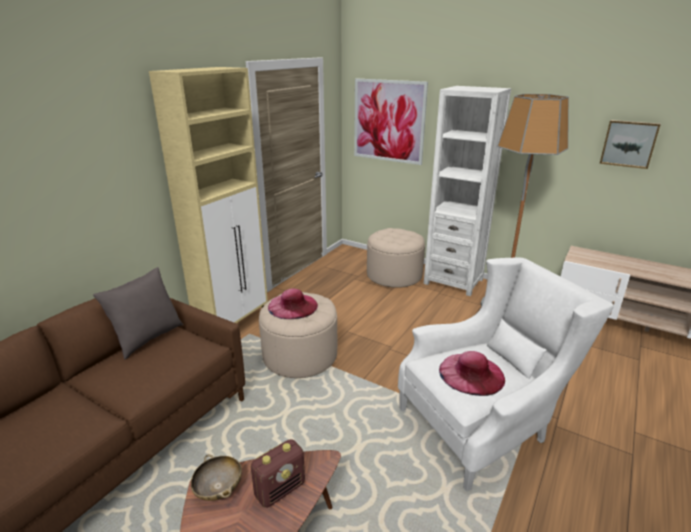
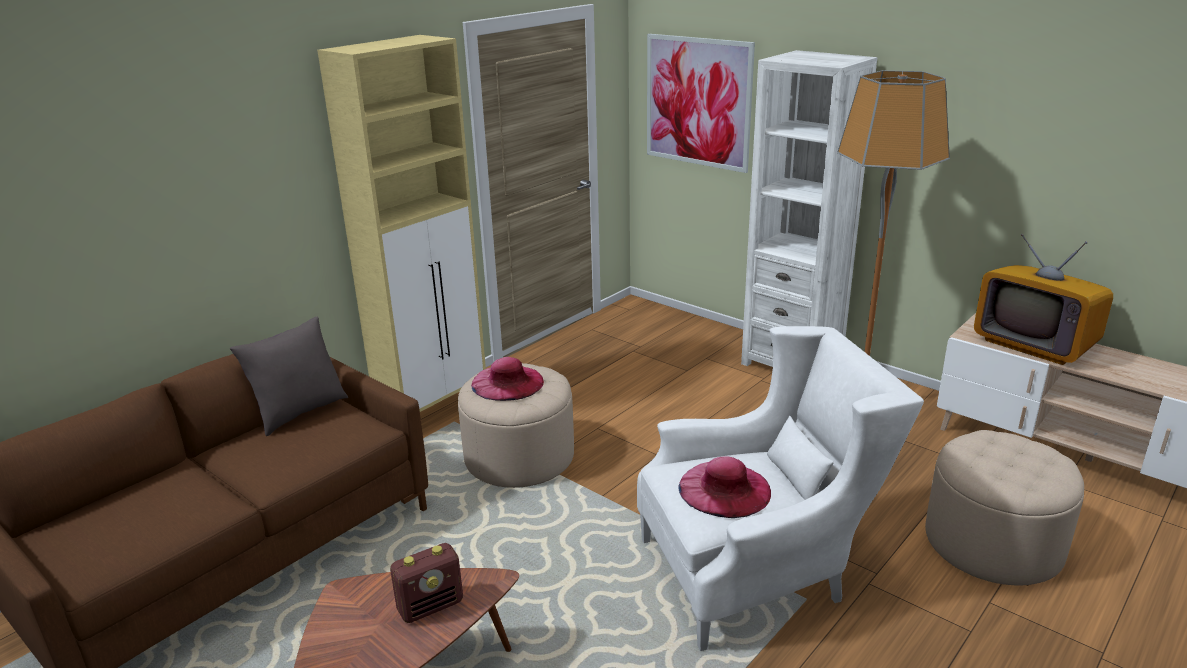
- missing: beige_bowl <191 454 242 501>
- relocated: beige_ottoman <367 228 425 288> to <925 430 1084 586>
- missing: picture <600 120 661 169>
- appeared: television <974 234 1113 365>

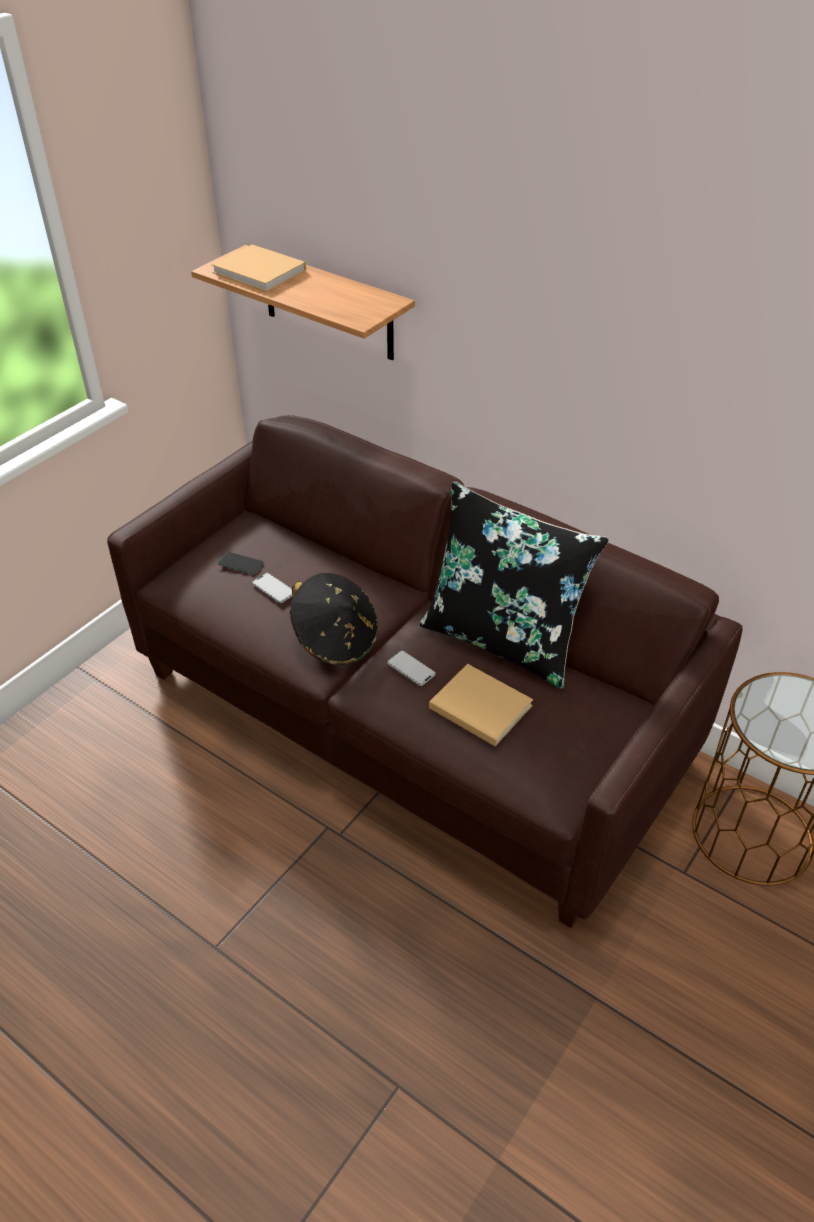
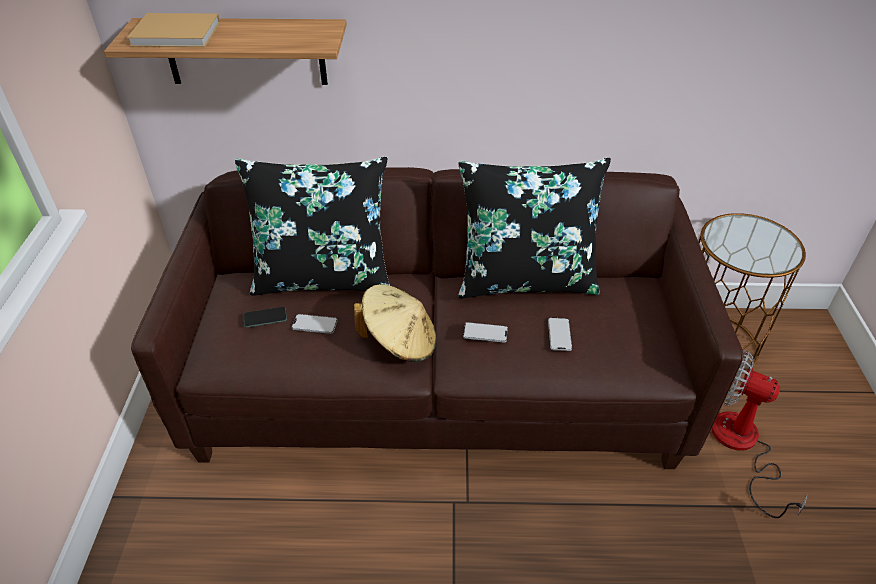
- colour: black_hat <290 573 378 665> to beige_hat <354 284 436 362>
- exchanged: beige_book <429 664 533 746> to phone <548 318 572 351>
- appeared: black_pillow <235 157 390 296>
- appeared: fan <711 351 808 518>

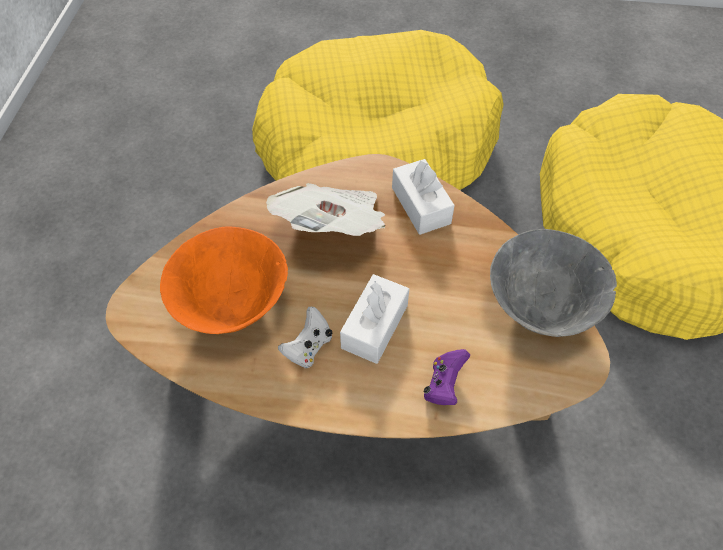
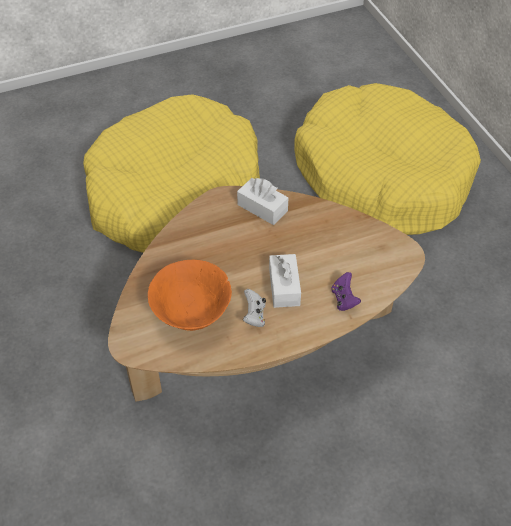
- missing: newspaper <266 183 386 236>
- missing: grey_bowl <490 229 617 337>

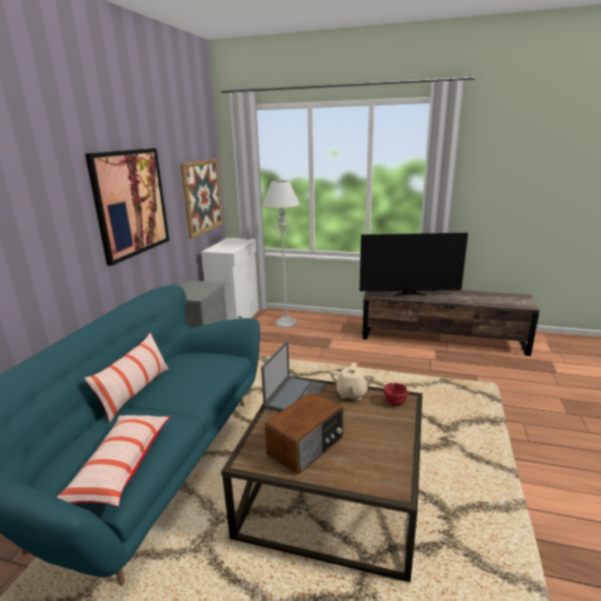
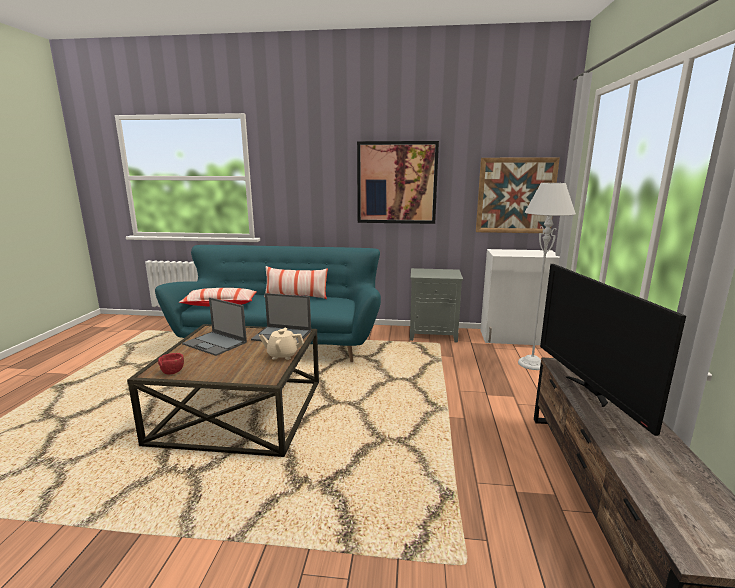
- exchanged: radio <265 392 343 474> to laptop <182 297 247 356>
- relocated: red_bowl <384 383 408 406> to <158 353 184 374>

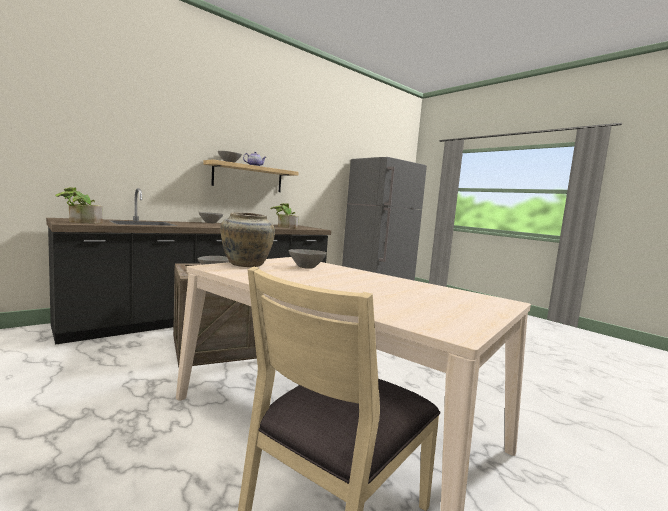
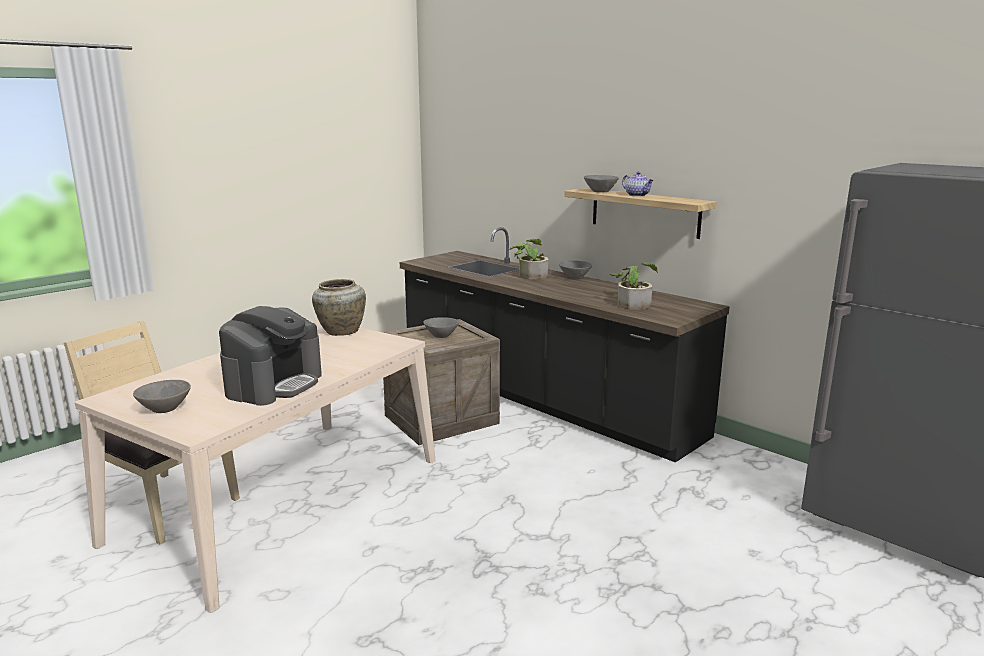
- relocated: potted_plant <55 187 103 224> to <509 239 548 280>
- relocated: grey_bowl <289 249 327 269> to <133 380 191 413>
- appeared: coffee_machine <219 306 322 406>

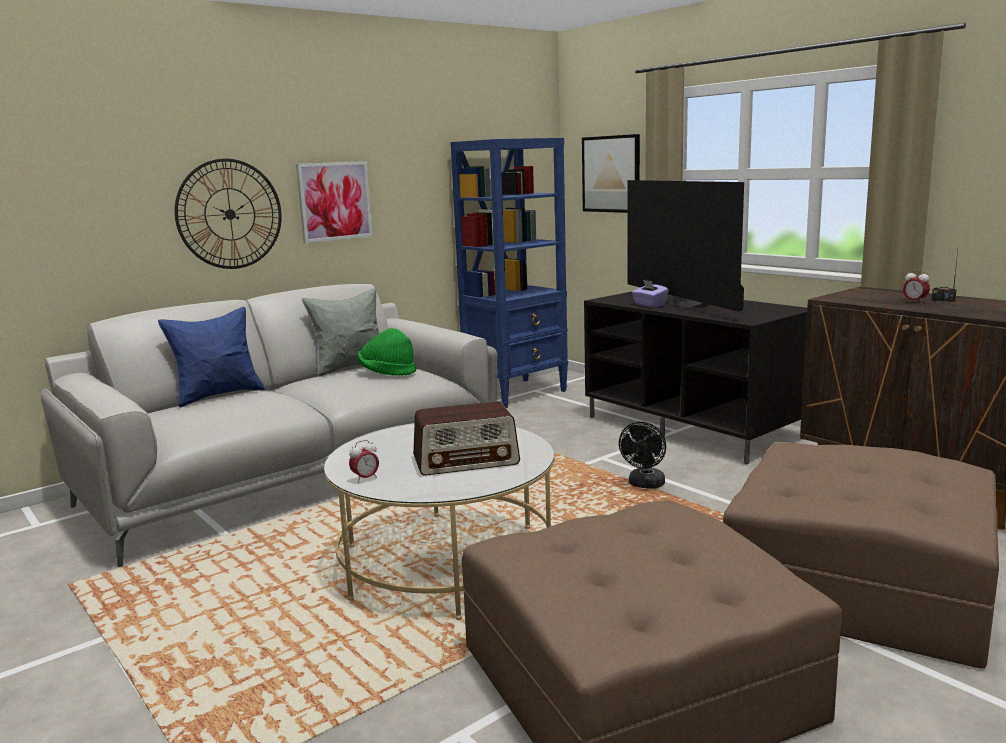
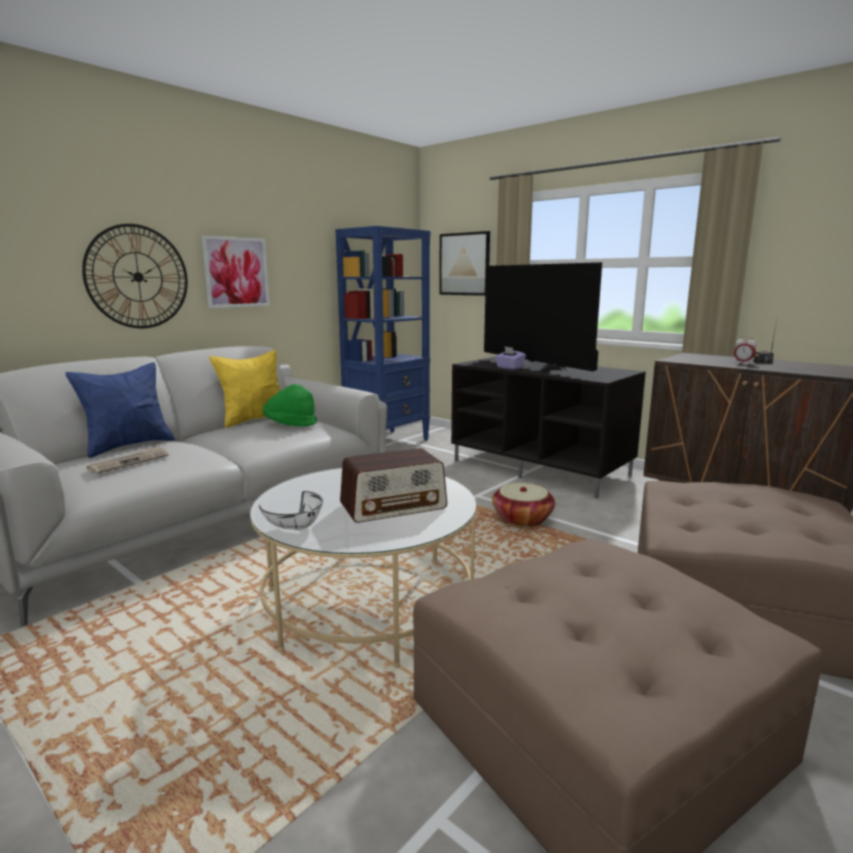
- colour: grey_pillow <302 289 380 377> to yellow_pillow <209 350 280 428>
- exchanged: alarm_clock <349 440 379 483> to white_bowl <259 491 323 530>
- exchanged: black_fan <619 422 666 488> to basket <492 483 555 527>
- appeared: newspaper <87 446 169 474>

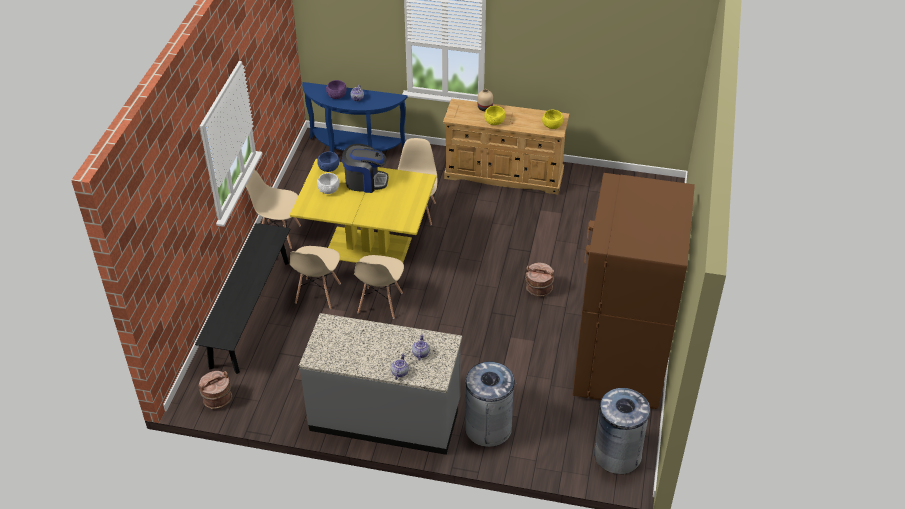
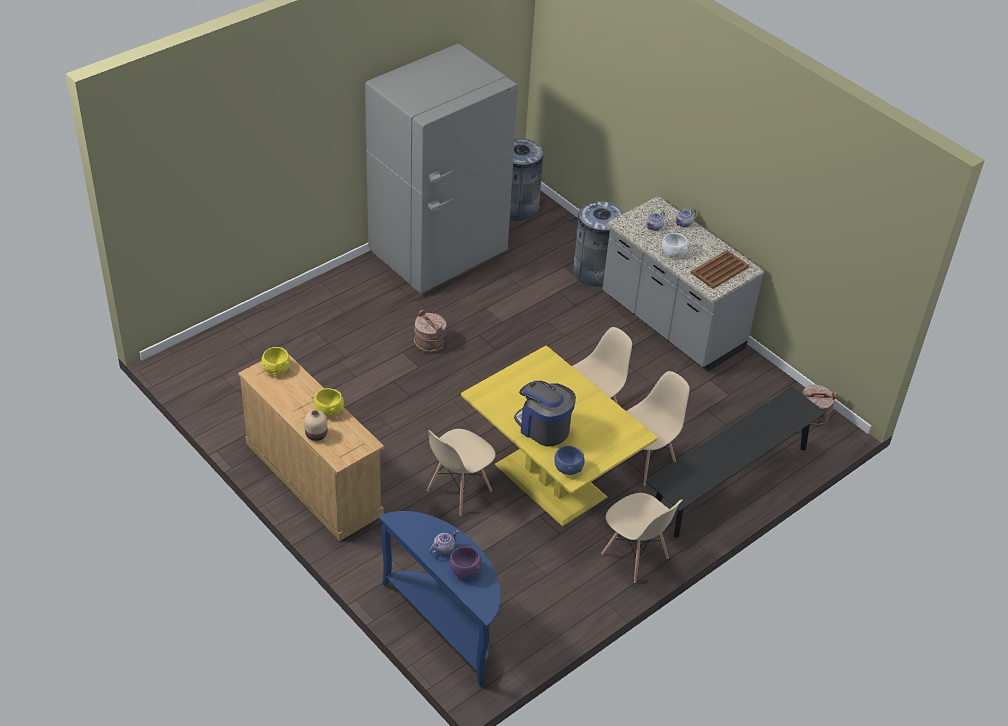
- relocated: white_bowl <317 173 339 194> to <662 233 688 258>
- colour: brown_fridge <572 173 695 409> to grey_fridge <365 44 518 294>
- appeared: brown_tray <691 250 749 289>

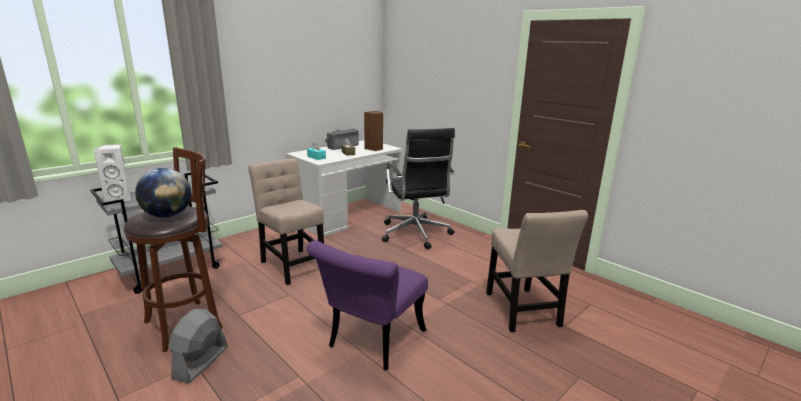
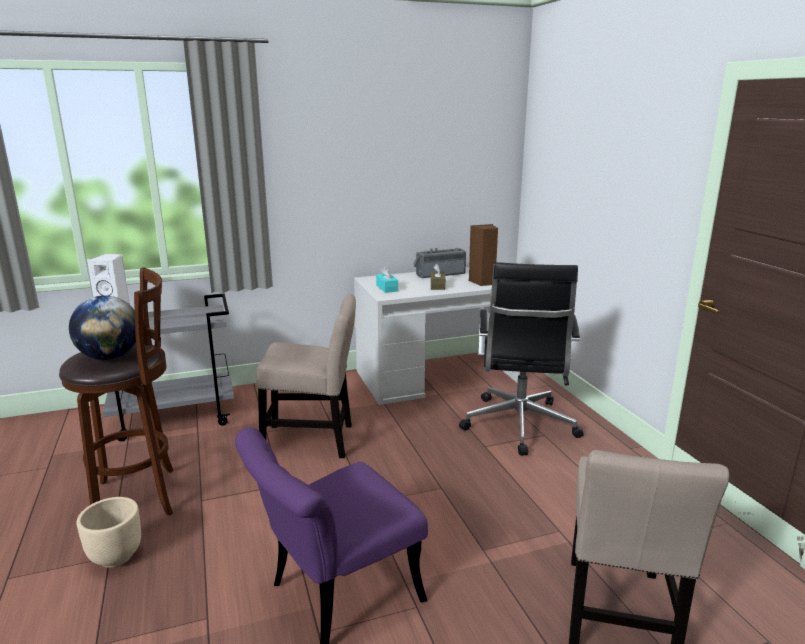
- exchanged: grey_fan <168 309 228 384> to beige_planter <77 497 141 568>
- spun: beige_chair <248 158 324 285> = <256 294 356 458> 105 degrees clockwise

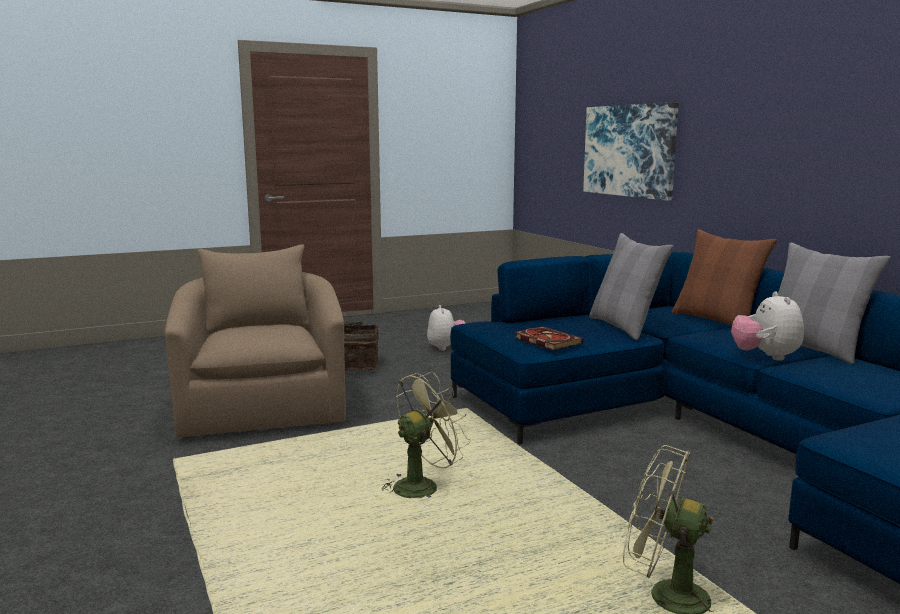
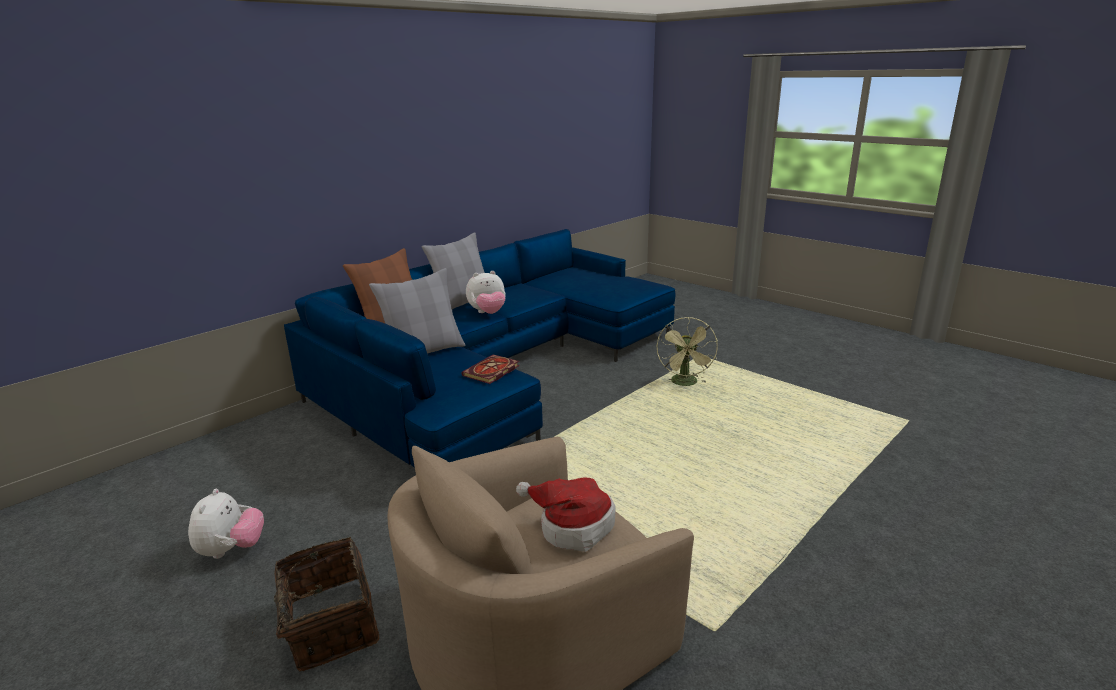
- missing: green_fan <382 371 471 498>
- spun: plush_toy <427 305 465 351> = <188 489 264 559> 120 degrees clockwise
- missing: picture <583 102 679 201>
- appeared: hat <516 477 615 552>

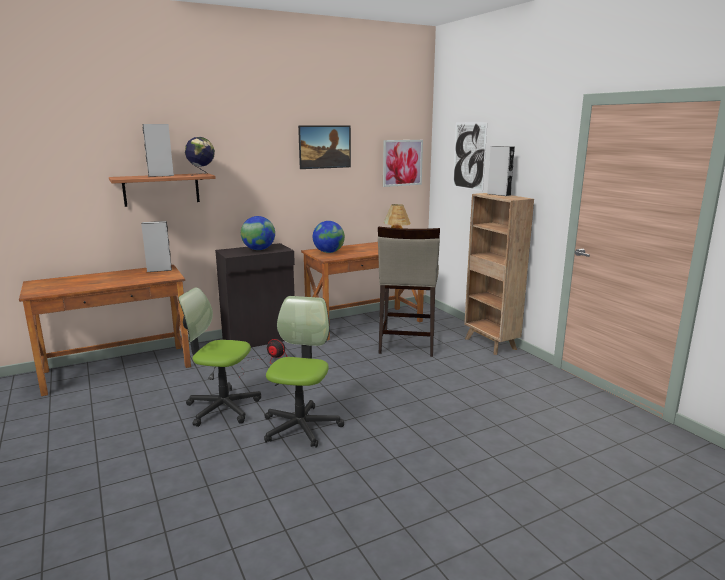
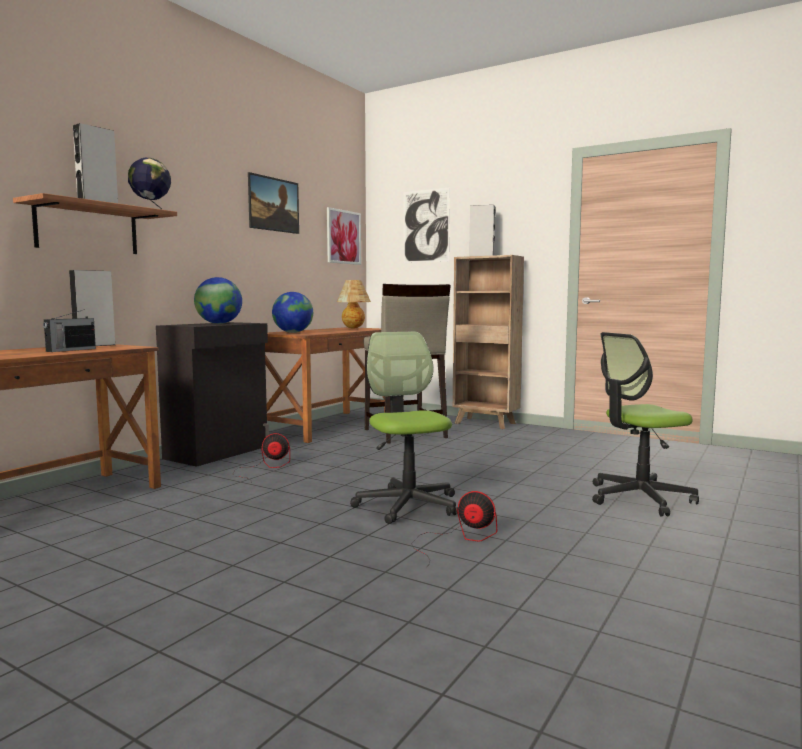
- relocated: office_chair <178 287 261 427> to <592 332 699 516>
- appeared: radio <43 309 96 352>
- appeared: fan <411 491 497 568>

